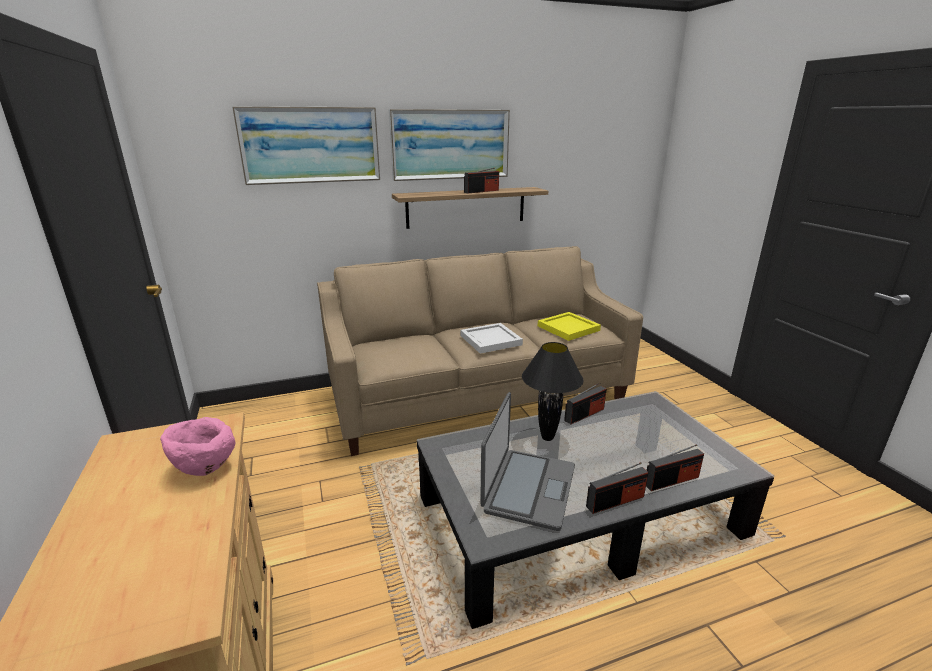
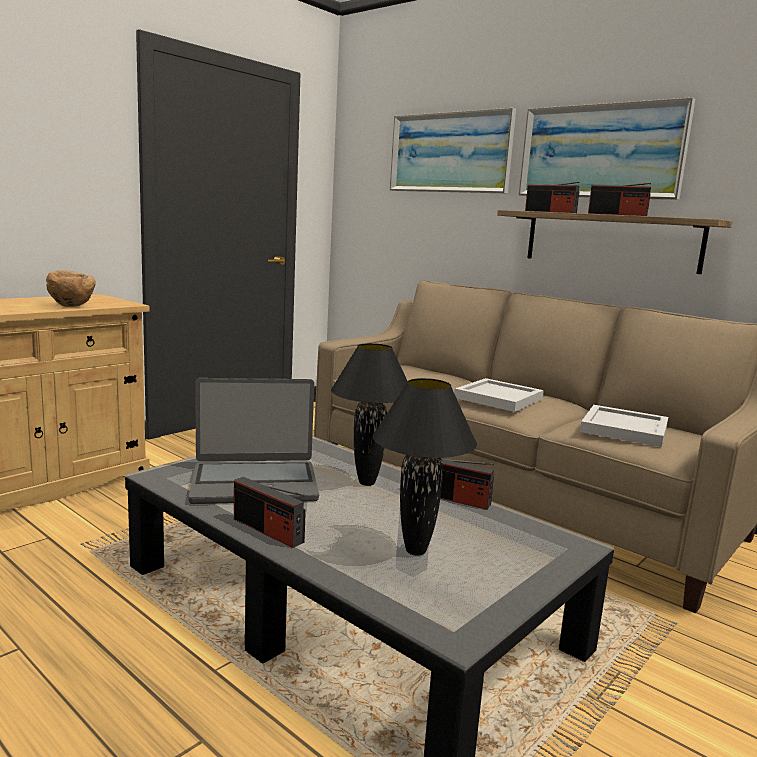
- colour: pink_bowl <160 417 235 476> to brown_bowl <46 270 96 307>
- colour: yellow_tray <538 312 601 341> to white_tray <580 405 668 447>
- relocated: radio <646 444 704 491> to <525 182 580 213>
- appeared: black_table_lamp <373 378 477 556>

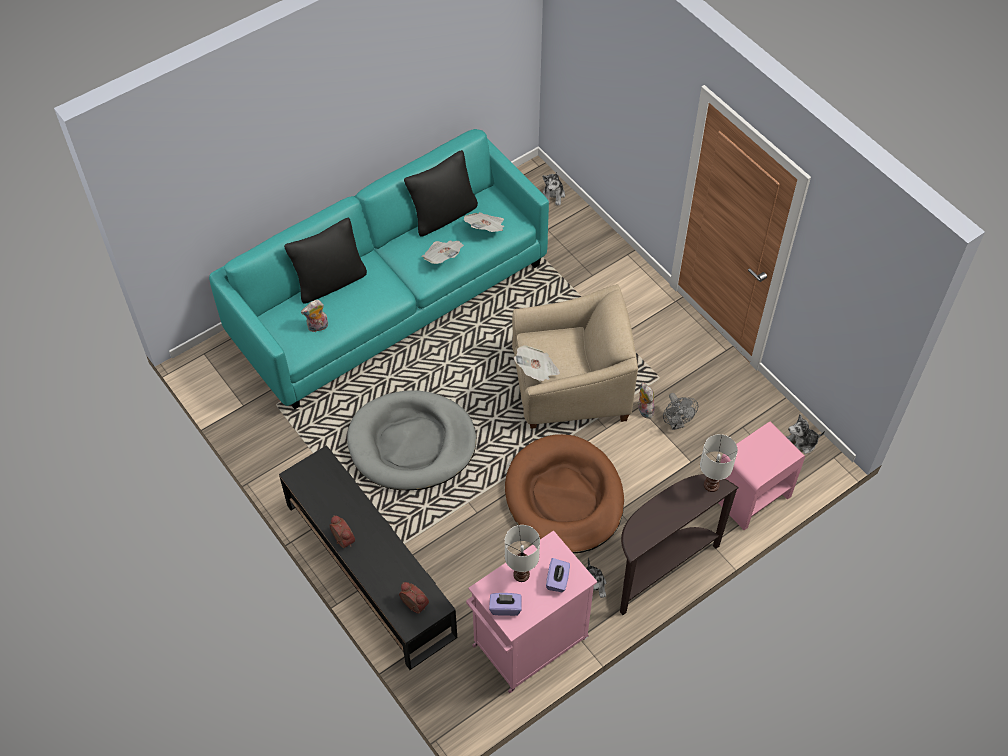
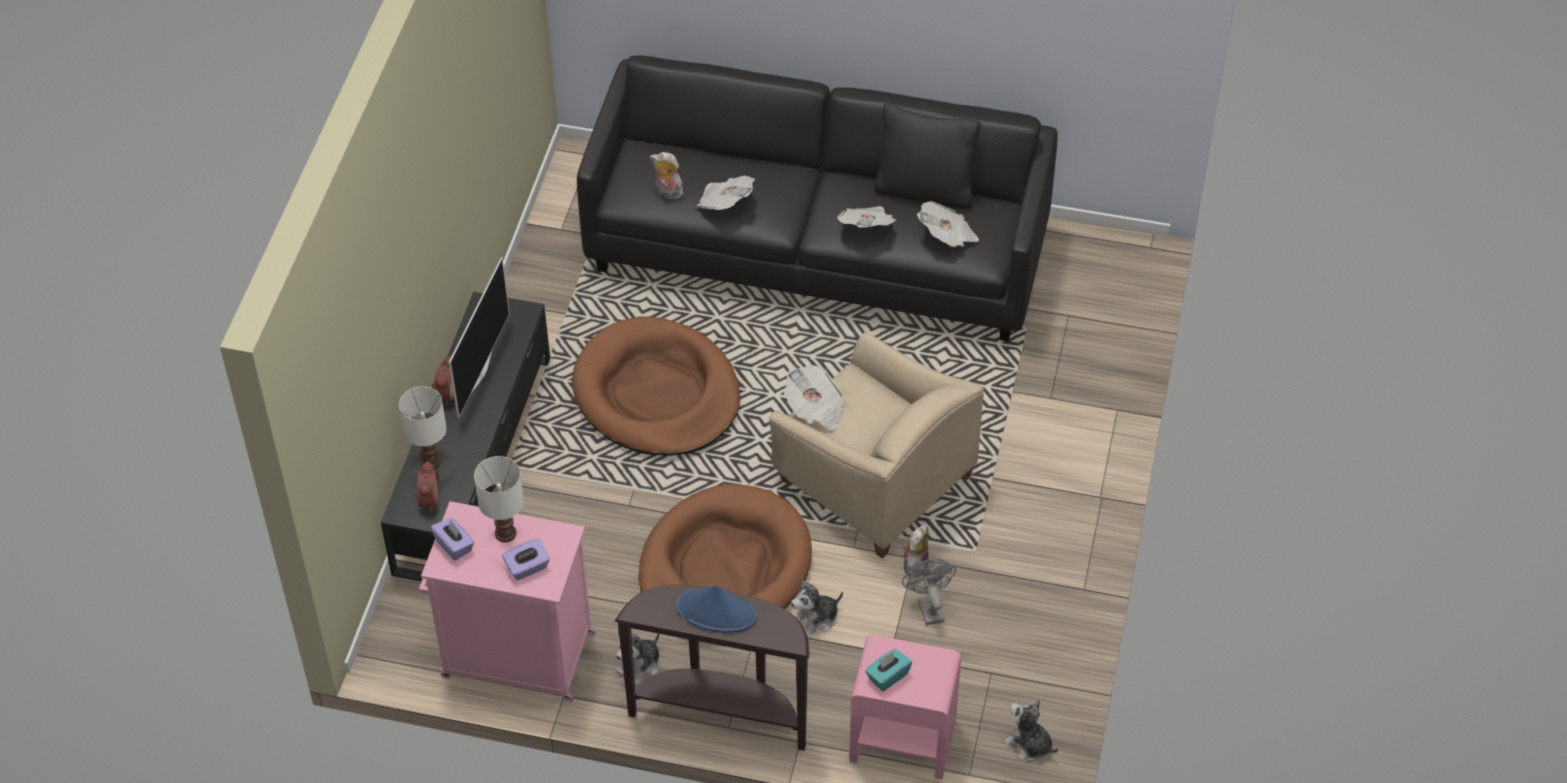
- colour: turquoise_sofa <209 129 549 410> to black_sofa <577 55 1058 342>
- missing: black_pillow <284 218 367 304>
- colour: grey_dog_bed <347 390 476 490> to brown_dog_bed <572 317 740 456>
- relocated: plush_toy <542 172 565 206> to <791 578 843 637>
- spun: grey_fan <663 393 698 430> = <902 559 956 625> 135 degrees clockwise
- relocated: white_table_lamp <700 434 738 492> to <399 386 447 468>
- appeared: television <449 257 510 418>
- appeared: blue_hat <676 585 757 633>
- appeared: newspaper <697 175 755 210>
- appeared: turquoise_tissue_box <865 649 912 691>

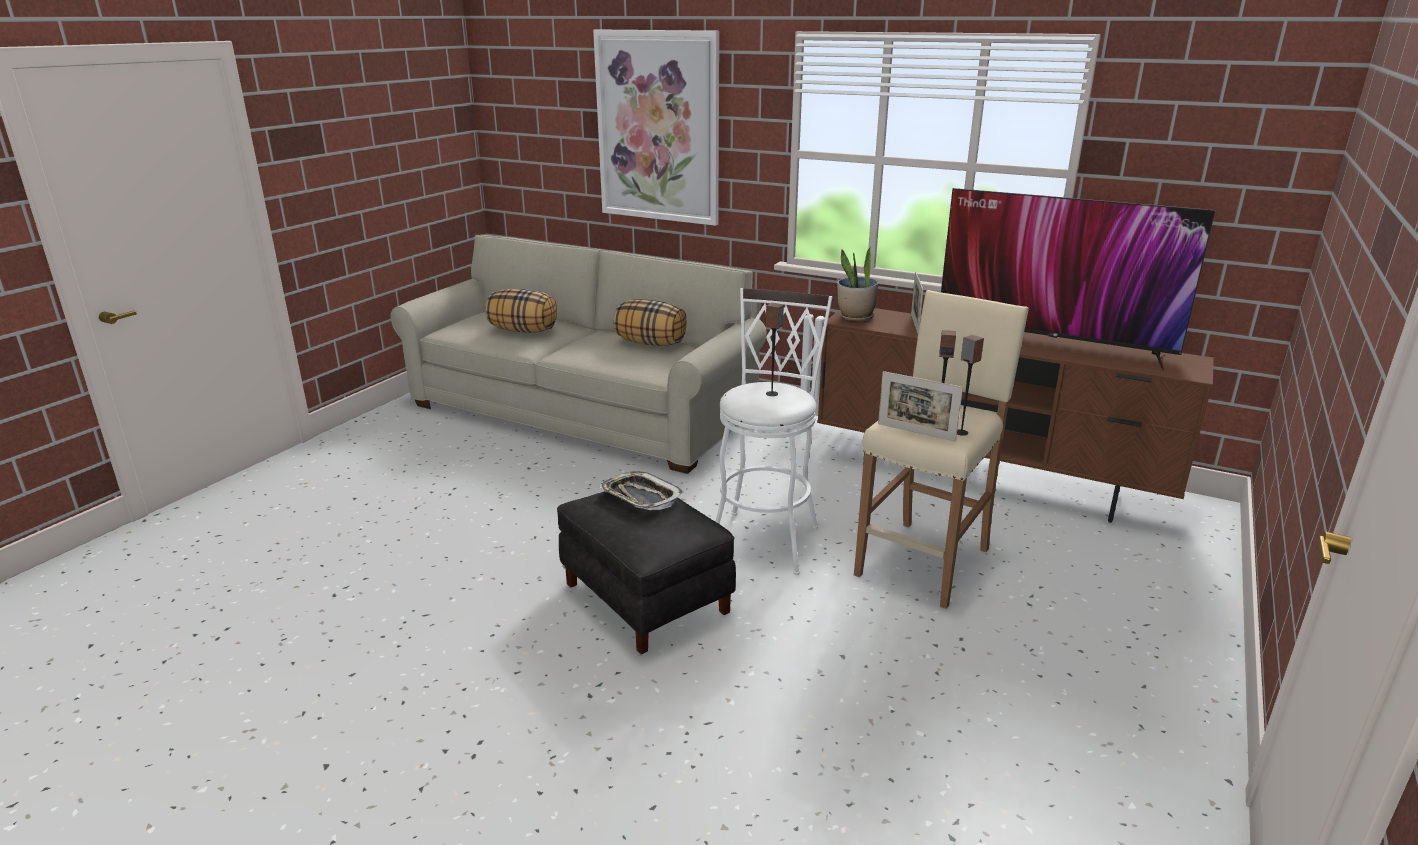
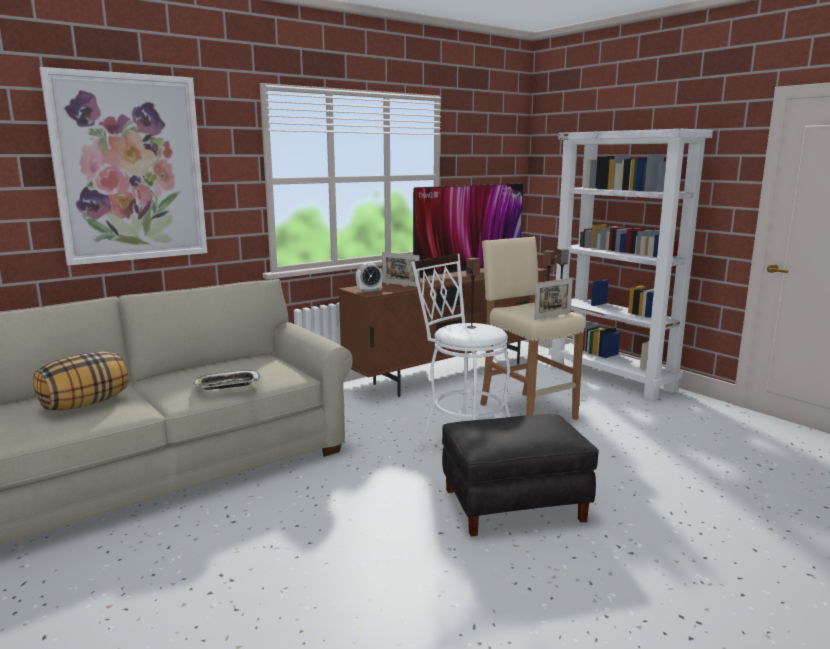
- relocated: tray <599 471 684 510> to <193 370 262 390>
- missing: pillow <614 299 687 346>
- exchanged: potted_plant <837 247 878 321> to alarm_clock <356 262 383 292>
- appeared: white_bookcase <549 129 713 401>

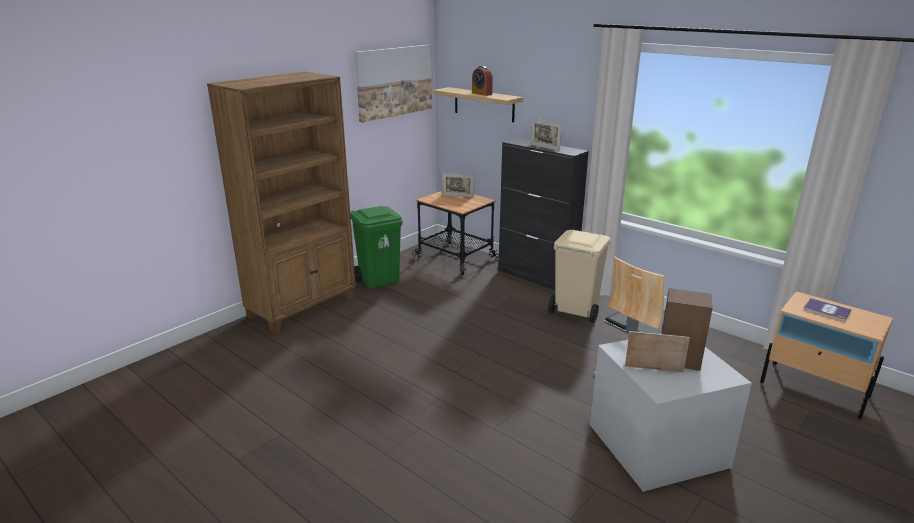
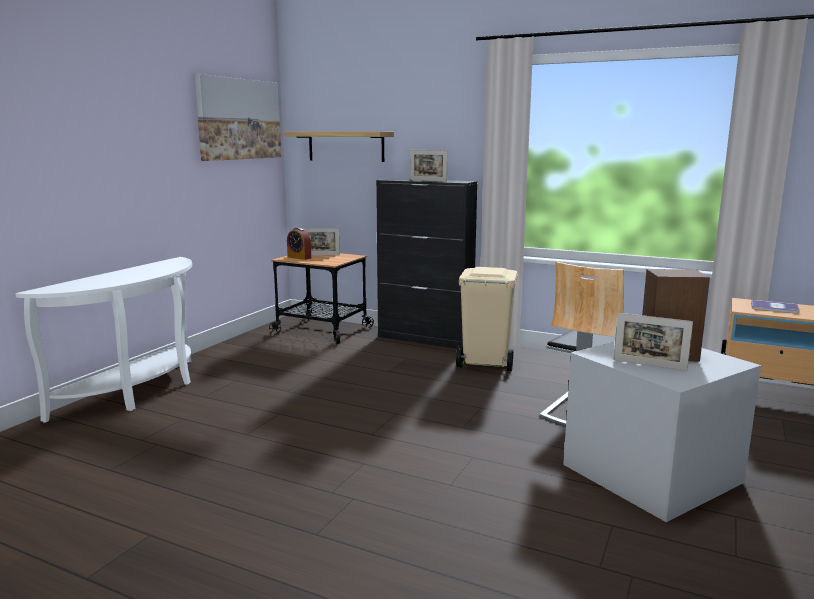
- exchanged: brown_bookcase <207 72 356 334> to white_console_table <15 257 192 423>
- missing: green_trash_can <350 206 402 289>
- relocated: alarm_clock <472 66 493 96> to <287 228 311 260>
- spun: picture_frame <625 331 690 372> = <613 313 693 371> 150 degrees counterclockwise

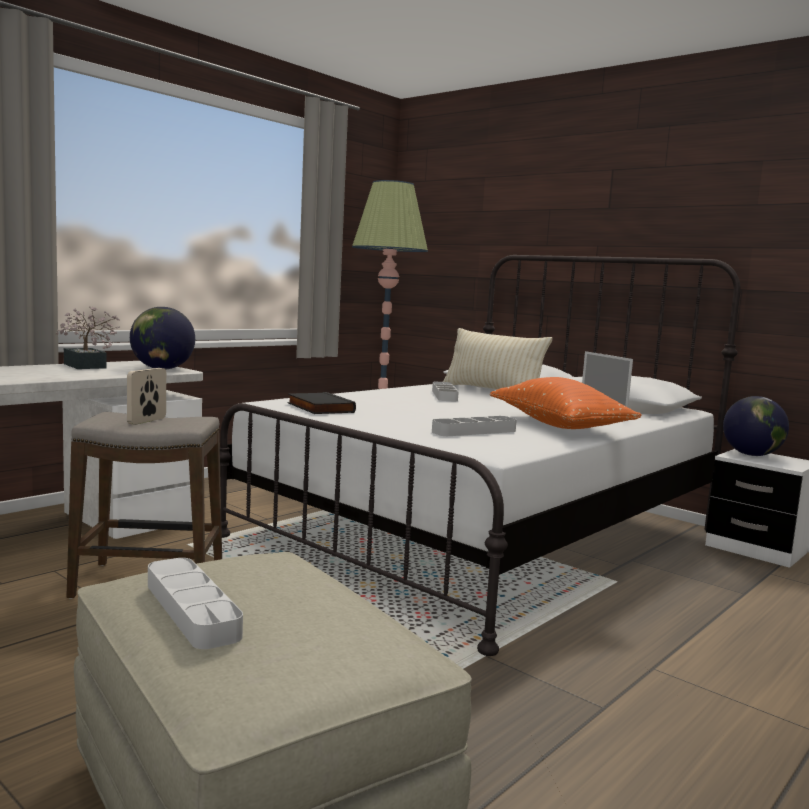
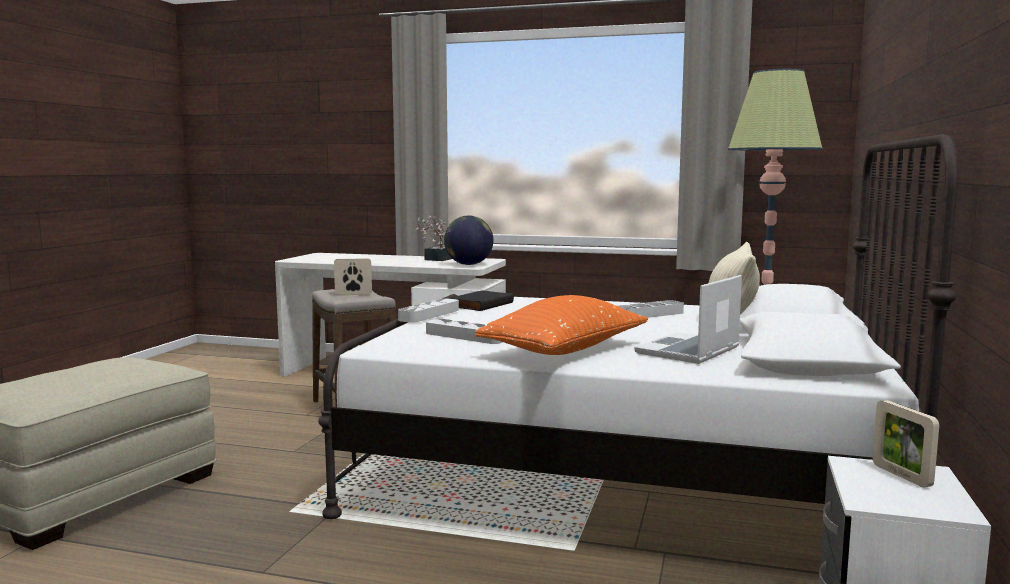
- relocated: grey_tray <148 558 243 649> to <398 298 459 323>
- exchanged: globe <723 396 789 456> to picture_frame <873 400 939 488>

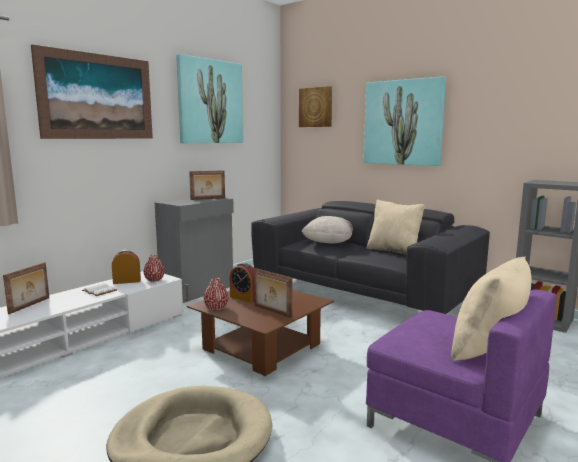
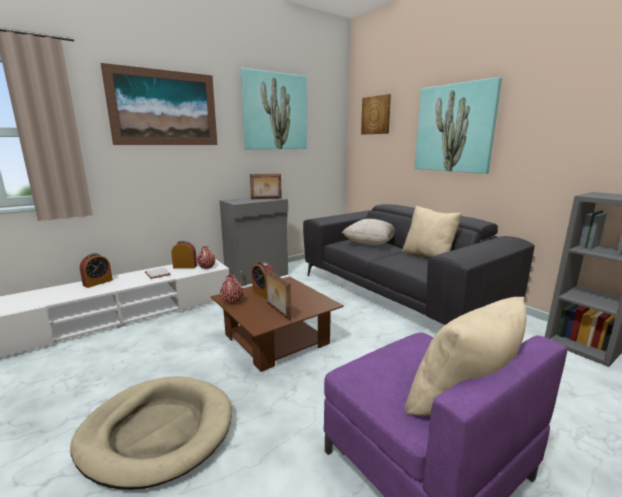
- exchanged: picture_frame <3 262 49 314> to alarm_clock <80 253 113 288>

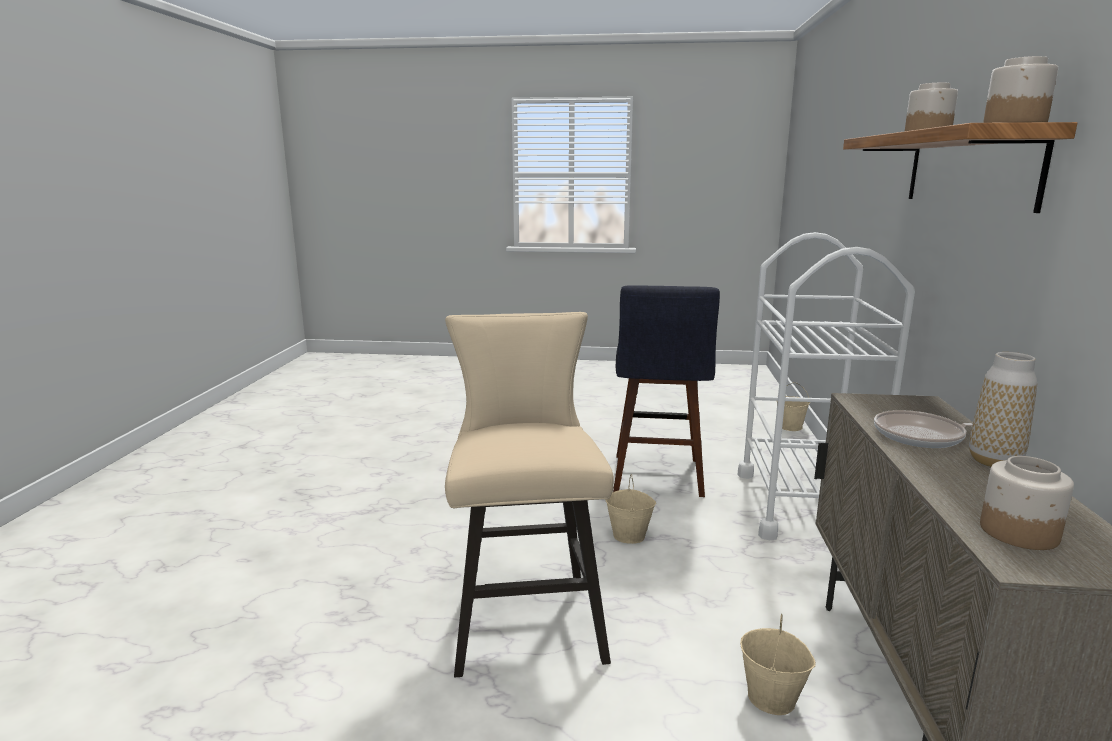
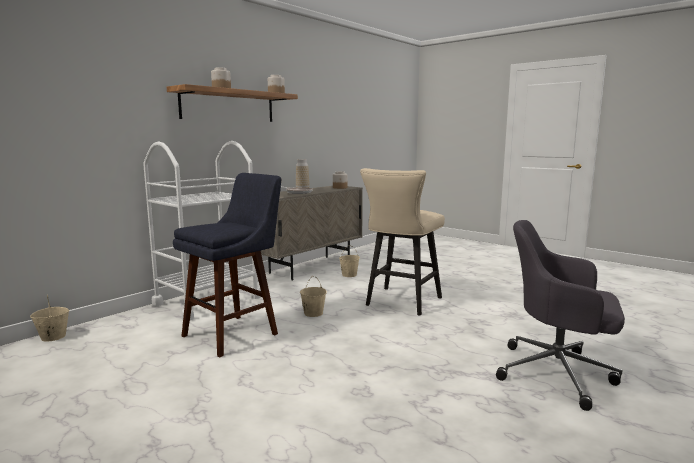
- appeared: grey_office_chair <496 220 625 411>

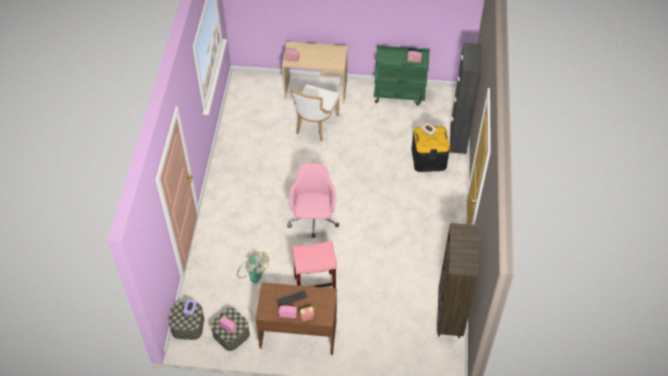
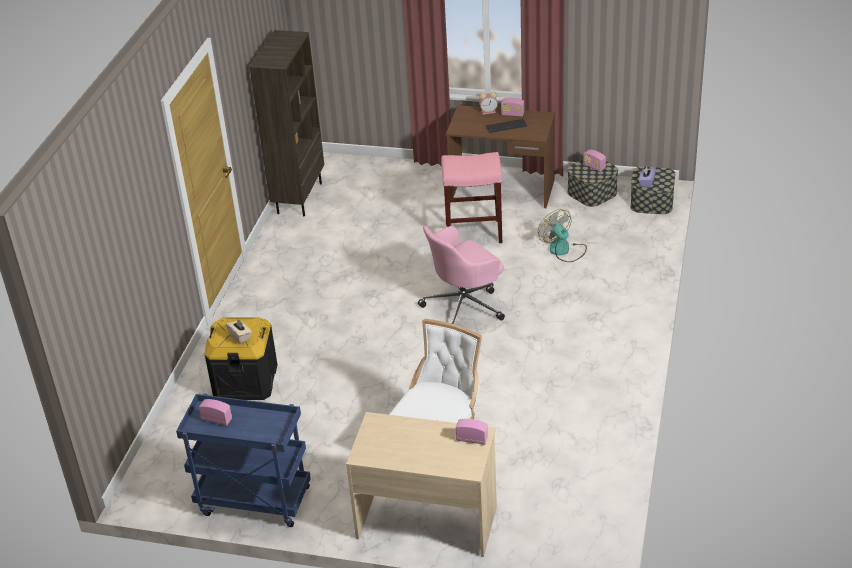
- spun: pink_office_chair <288 163 339 238> = <418 226 505 324> 45 degrees clockwise
- colour: green_cart <374 45 430 106> to blue_cart <176 393 311 527>
- missing: black_cabinet <450 43 481 154>

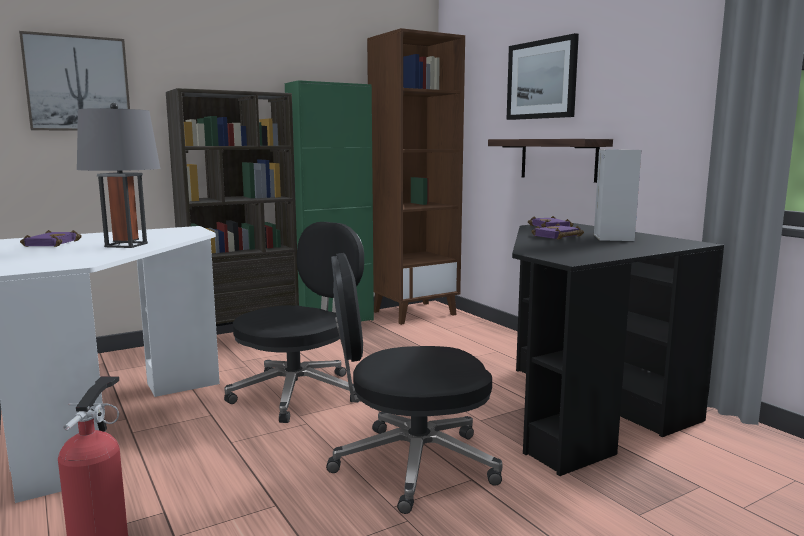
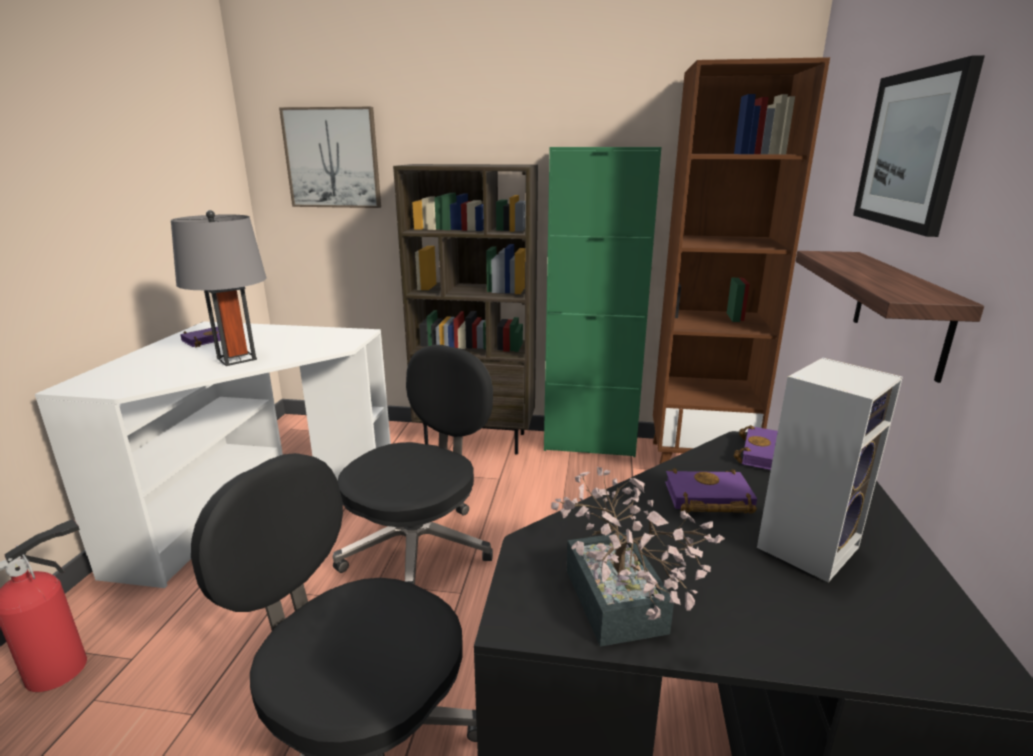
- spun: black_office_chair <224 222 364 423> = <333 345 493 584> 45 degrees counterclockwise
- appeared: potted_plant <551 467 725 647>

